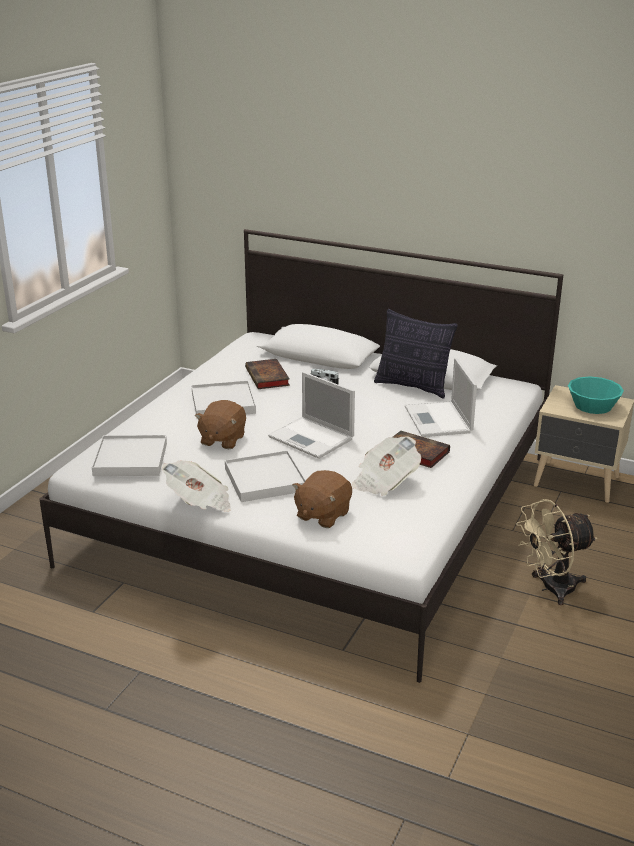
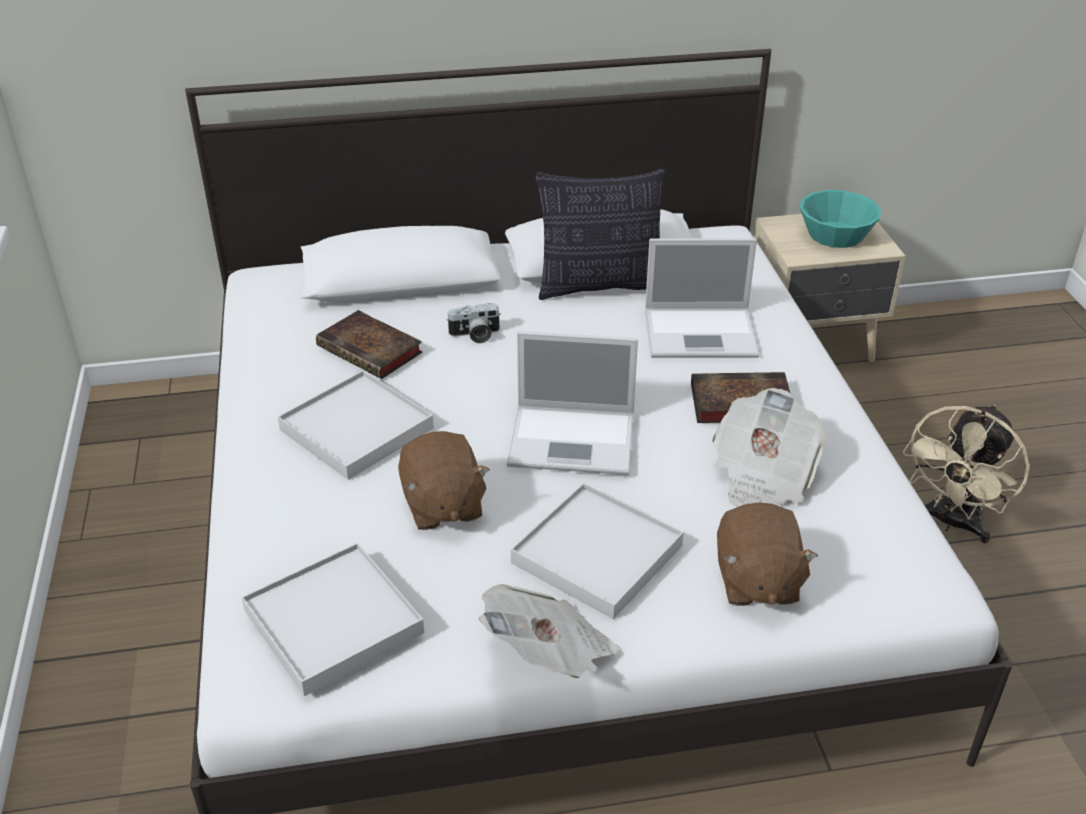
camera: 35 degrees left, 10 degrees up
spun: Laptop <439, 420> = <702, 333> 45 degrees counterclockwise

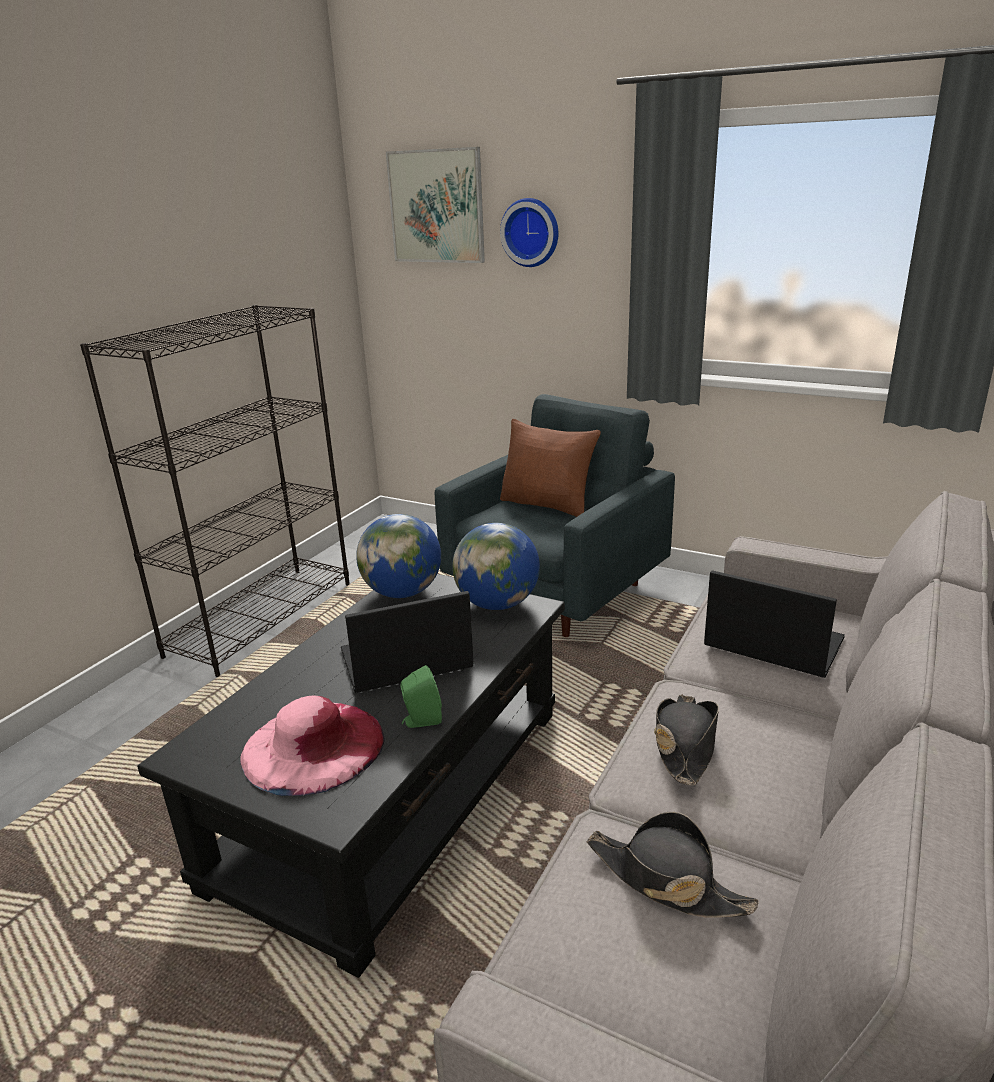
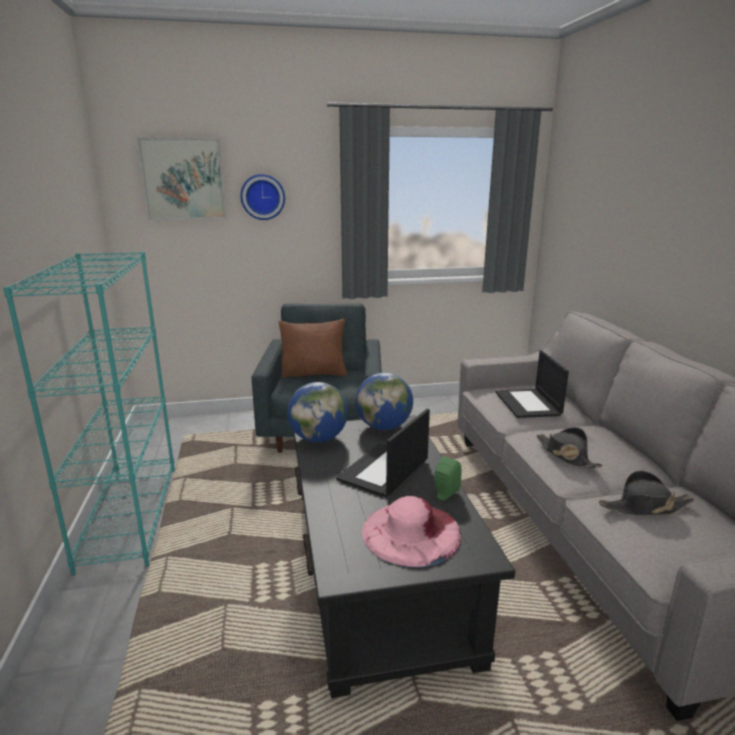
camera: 40 degrees left, 5 degrees down
colour: Bücherregal (schwarz) <262, 617> to Bücherregal (türkis) <130, 514>
spun: Laptop <771, 643> = <528, 404> 90 degrees counterclockwise

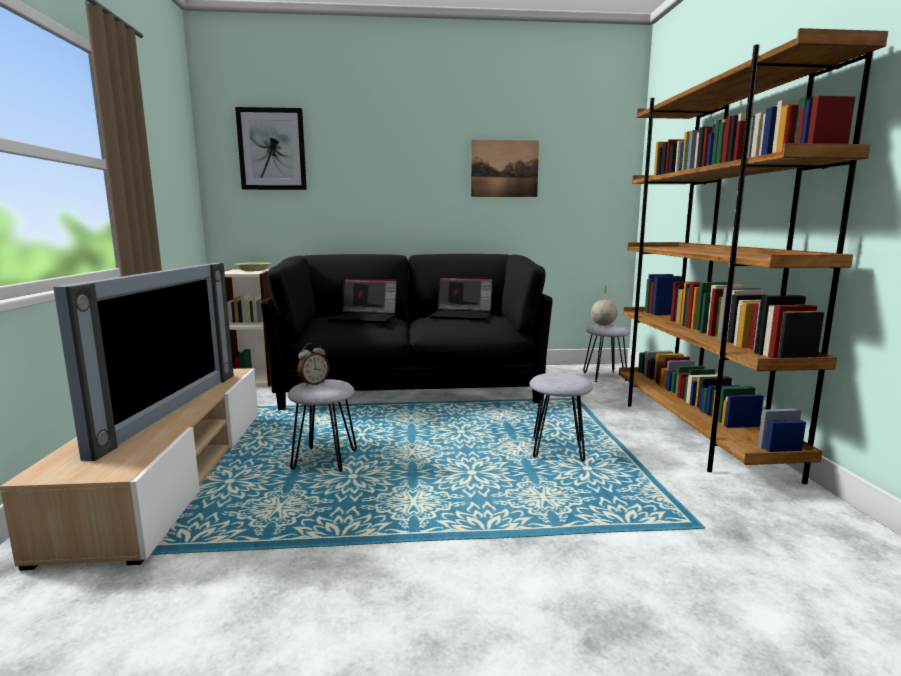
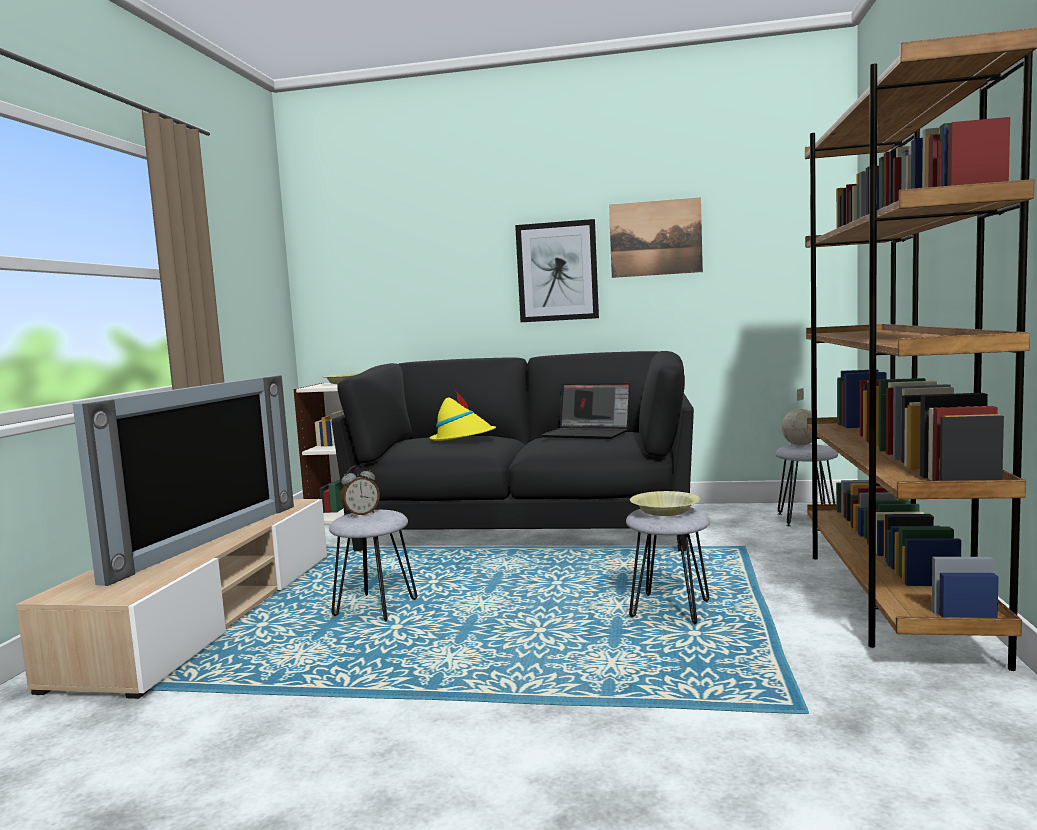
camera: 15 degrees right, 5 degrees down
appeared: Schüssel (gelb) <665, 512>
relocated: Bild <272, 149> to <557, 271>
exchanged: Laptop <365, 318> to Hut (gelb) <463, 438>

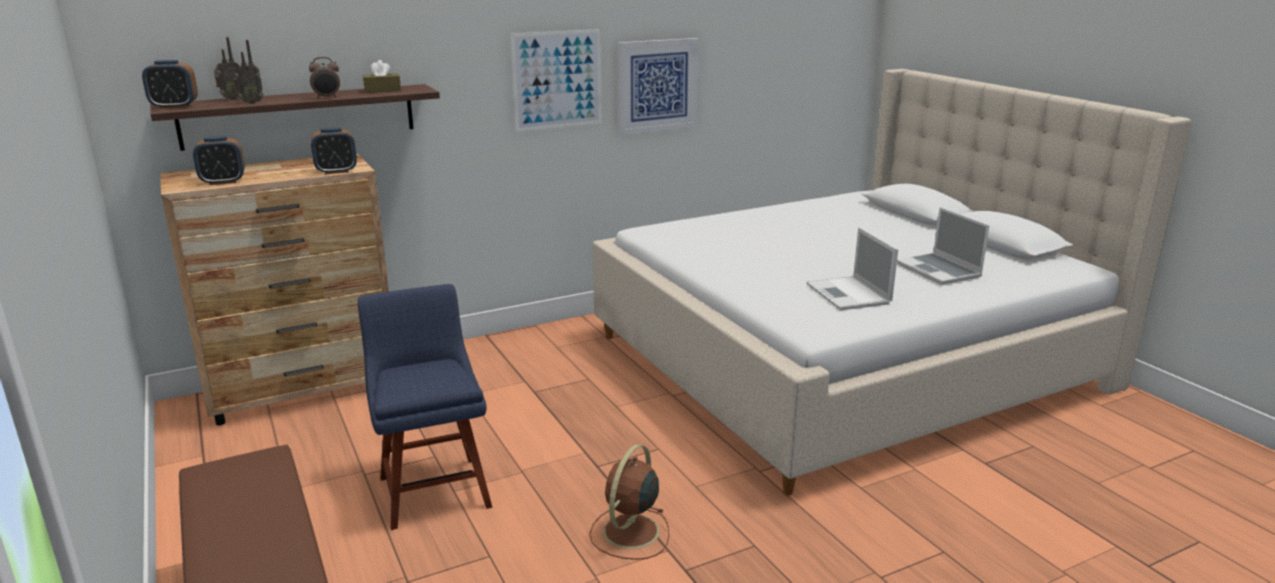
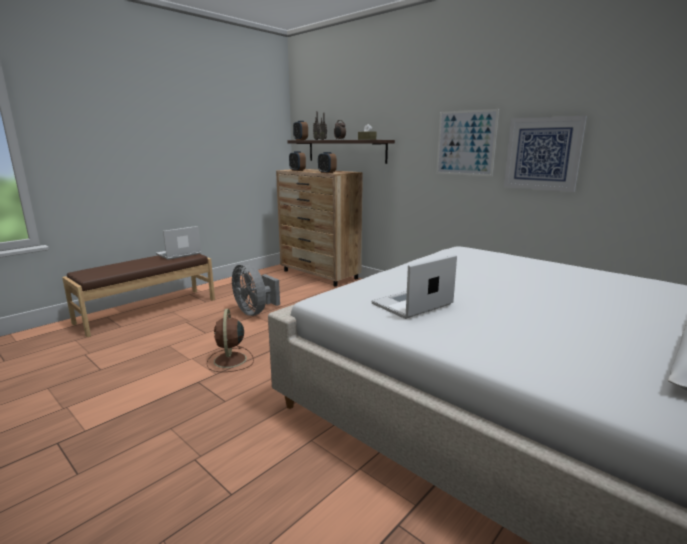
camera: 70 degrees right, 5 degrees down
relocated: Laptop <939, 271> to <178, 254>
exchanged: Stuhl (blau) <433, 488> to Ventilator (grau) <255, 311>
spun: Ventilator (braun) <630, 533> = <230, 361> 105 degrees counterclockwise

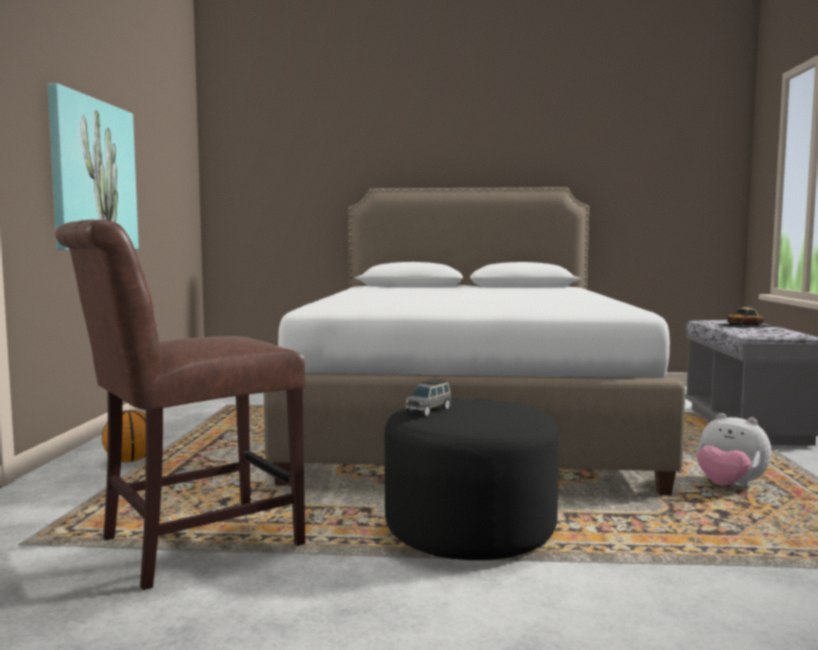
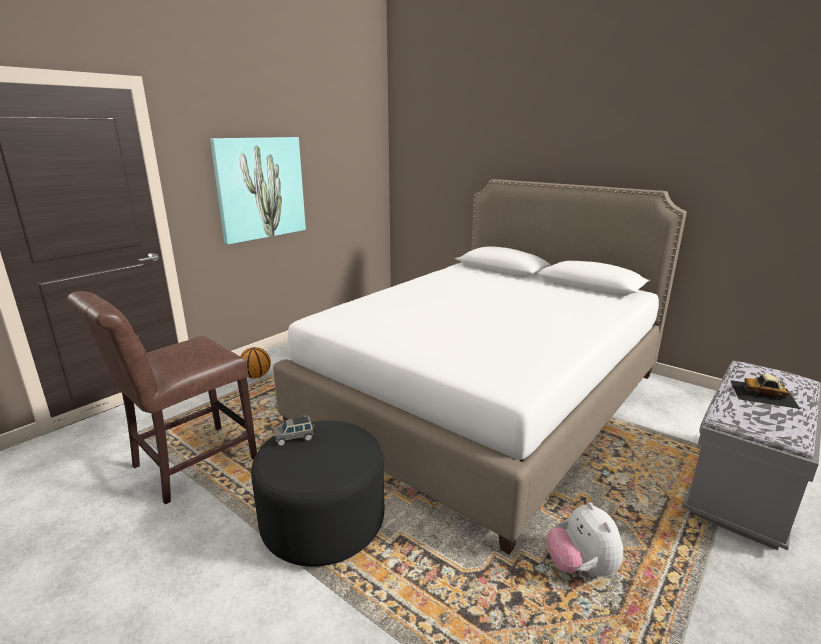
camera: 35 degrees right, 15 degrees up
spun: Stuhl (braun) <190, 544> = <188, 465> 45 degrees counterclockwise

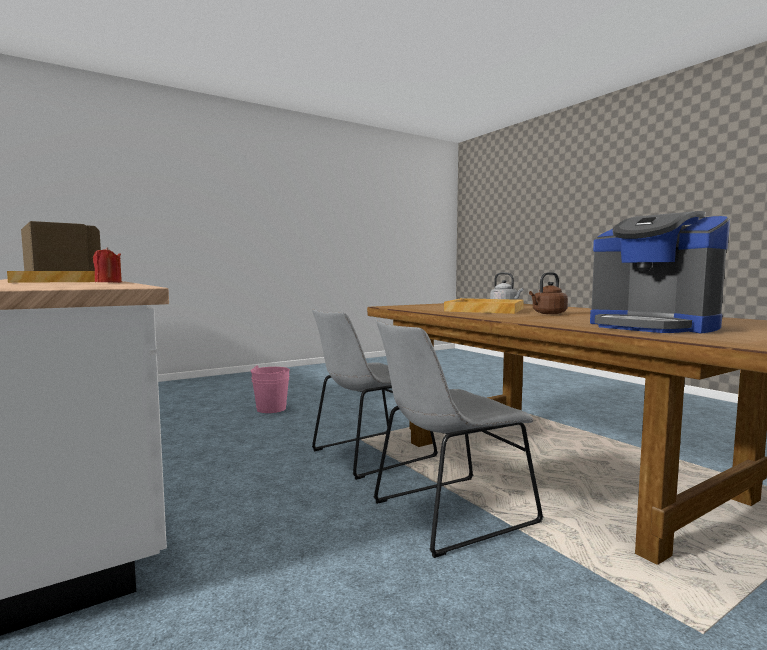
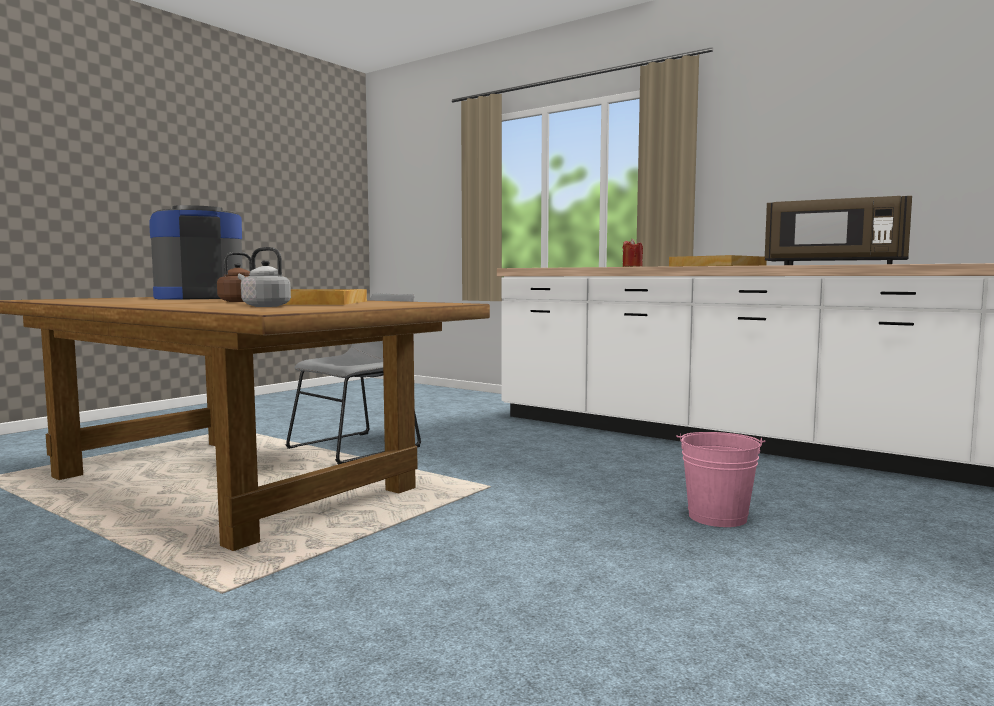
camera: 160 degrees right, 0 degrees up
missing: Stuhl (grau) <368, 455>
spun: Kaffeemaschine <652, 327> = <199, 298> 60 degrees counterclockwise

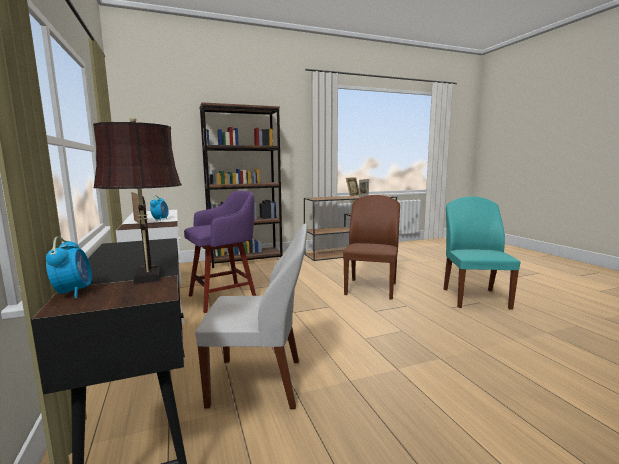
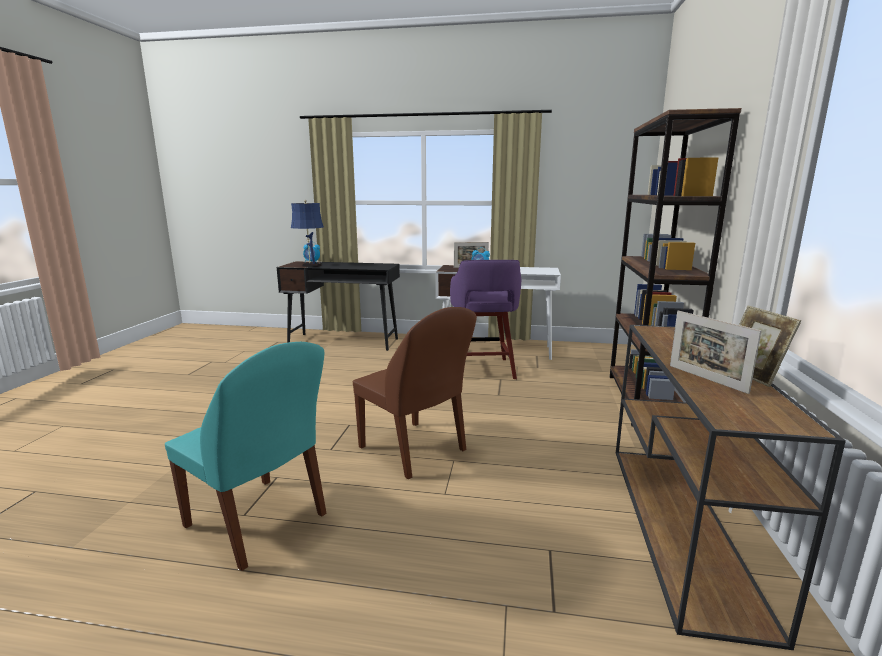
camera: 120 degrees right, 5 degrees up
missing: Stuhl (weiß) <260, 383>
colour: Tischlampe (braun) <148, 277> to Tischlampe (blau) <310, 265>

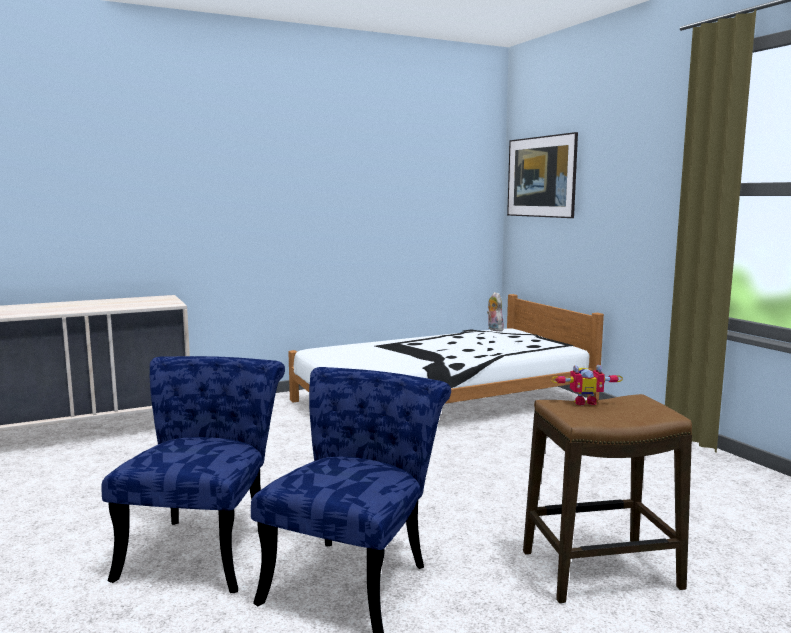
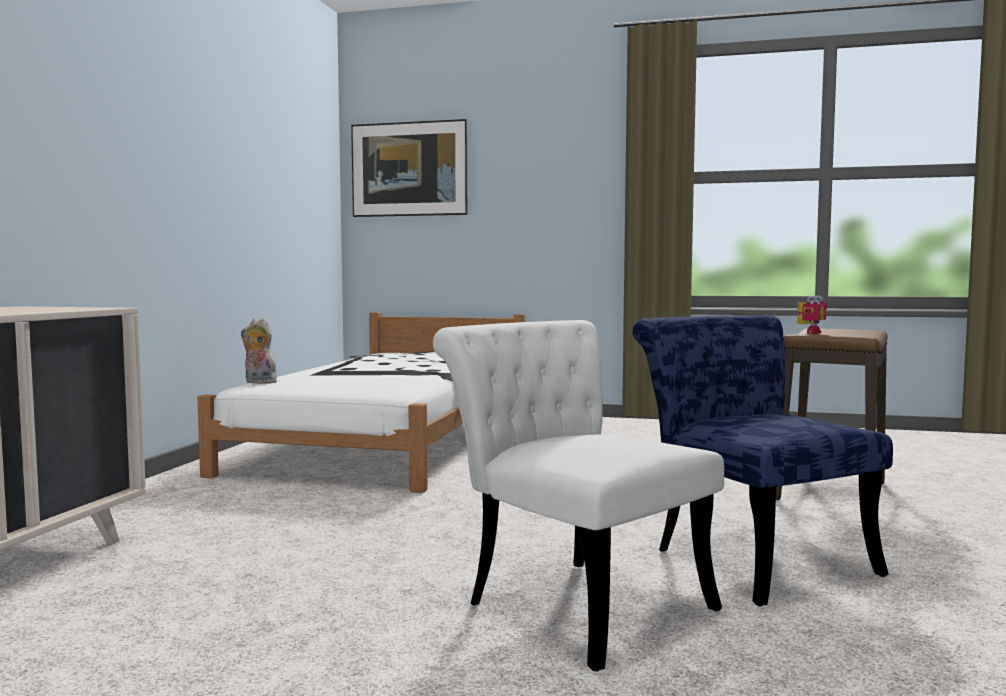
camera: 50 degrees left, 5 degrees down
relocated: Plüschtier <493, 329> to <258, 382>
colour: Stuhl (blau) <205, 547> to Stuhl (weiß) <574, 602>

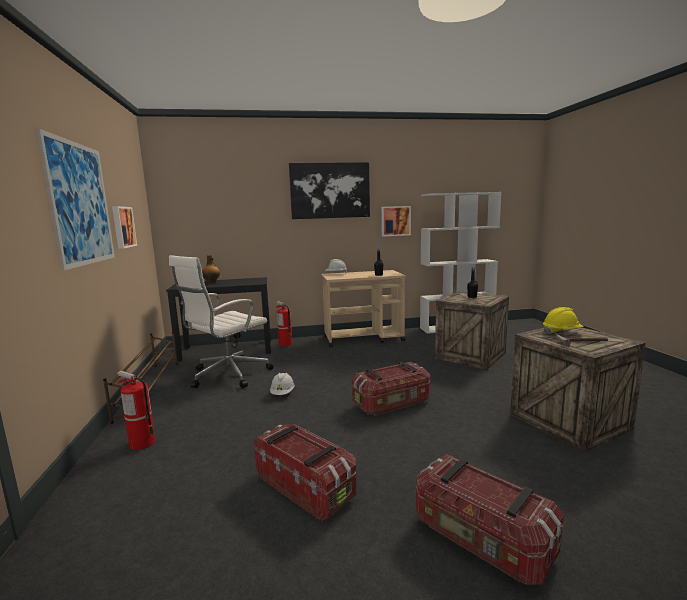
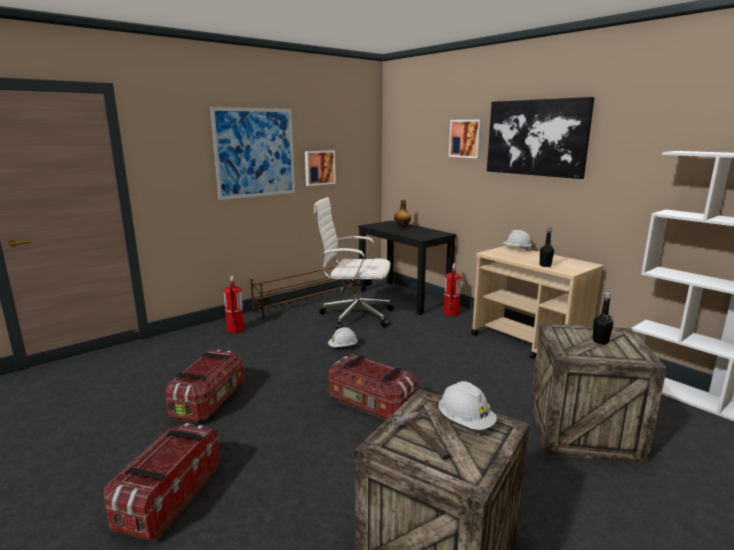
camera: 60 degrees right, 5 degrees up
relocated: Bild <395, 221> to <466, 138>
colour: Schutzhelm (gelb) <561, 332> to Schutzhelm (weiß) <465, 422>

